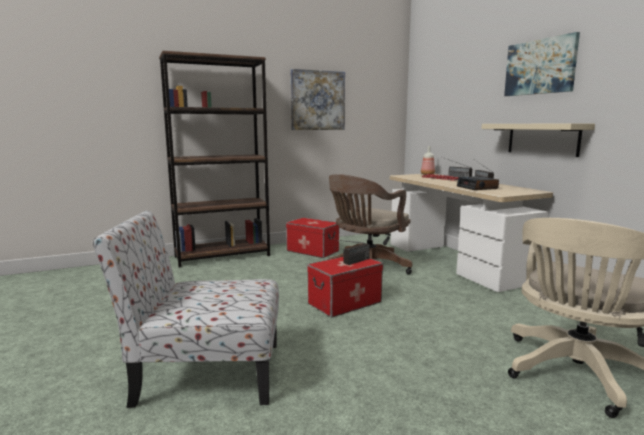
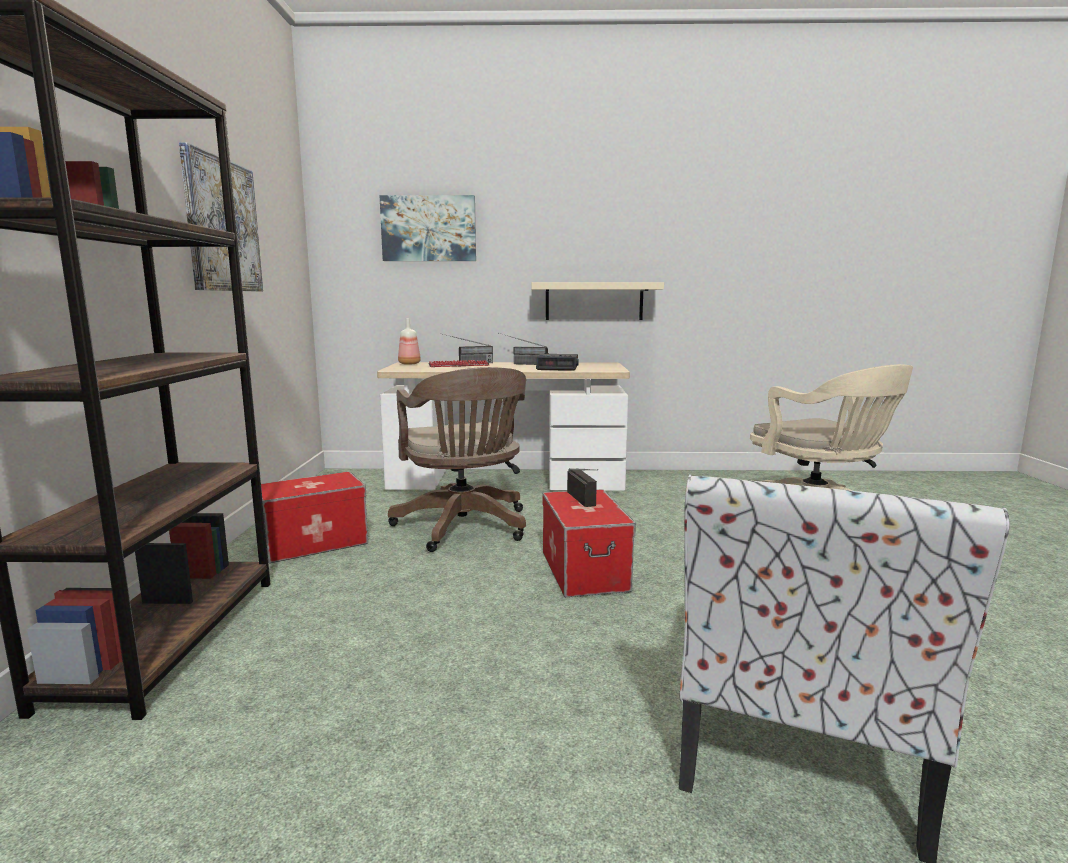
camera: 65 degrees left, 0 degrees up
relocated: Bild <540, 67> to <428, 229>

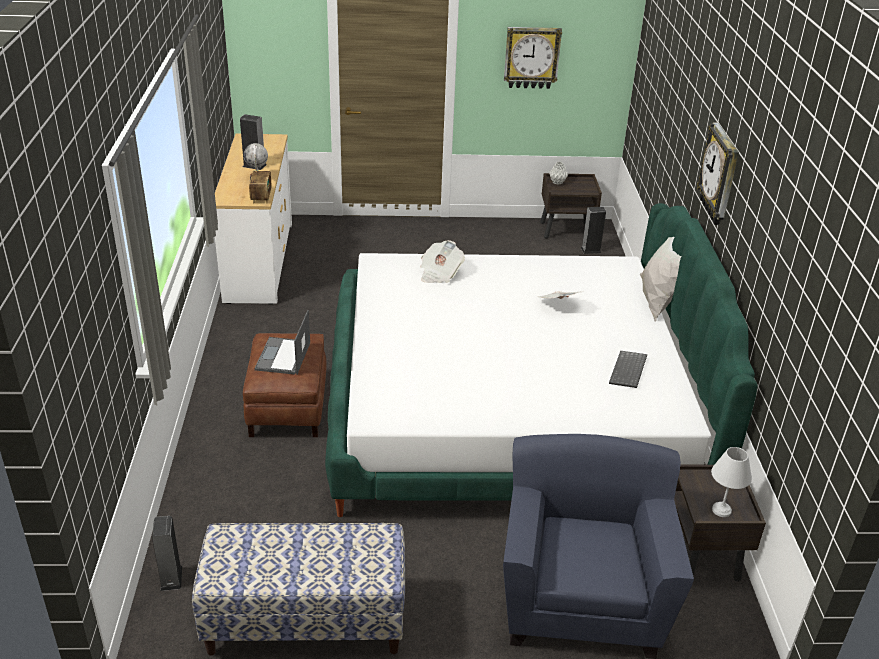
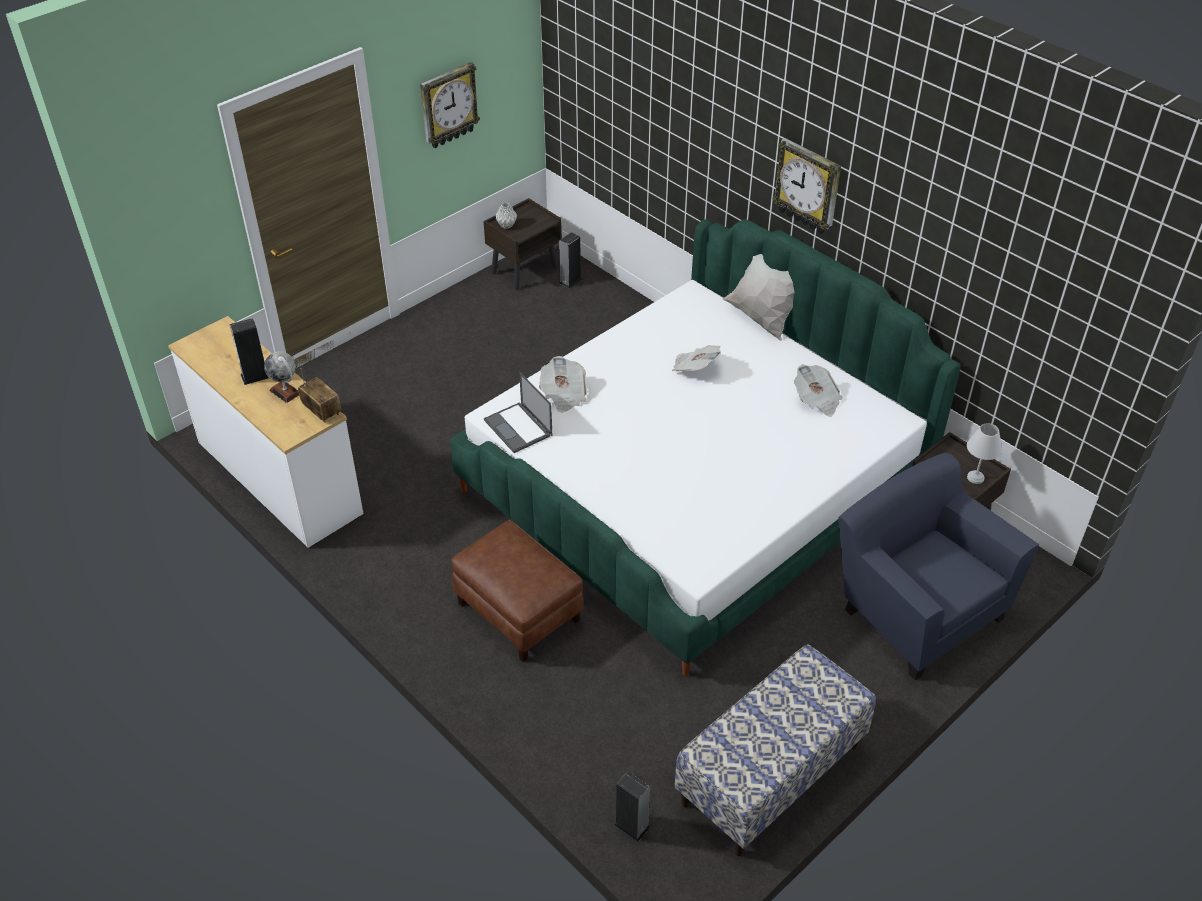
camera: 40 degrees left, 10 degrees up
relocated: Laptop <283, 357> to <519, 428>
exchanged: Tastatur <629, 371> to Zeitung <816, 400>

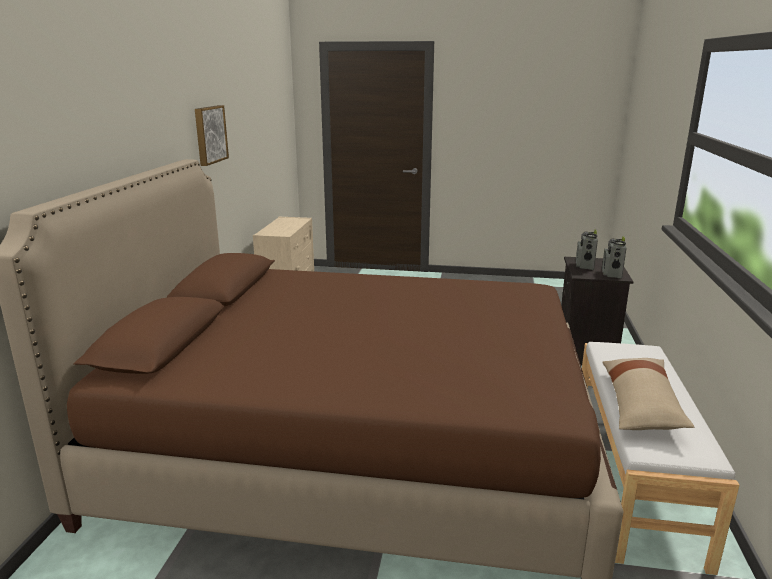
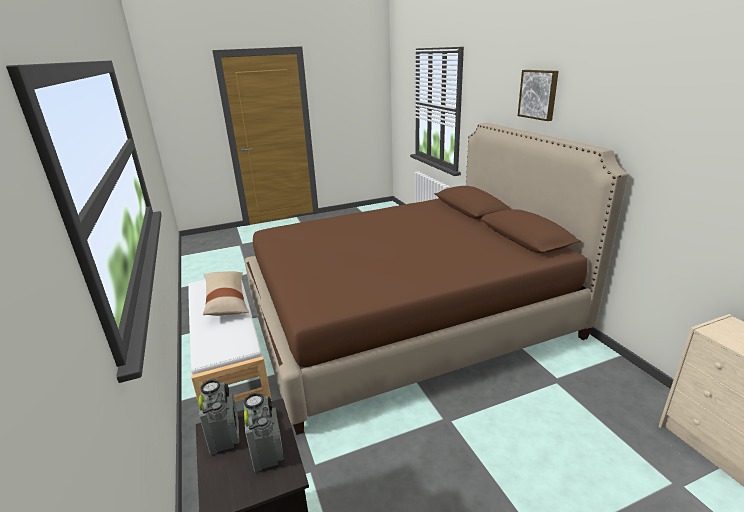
camera: 150 degrees right, 5 degrees up
relocated: Bild <209, 134> to <539, 94>

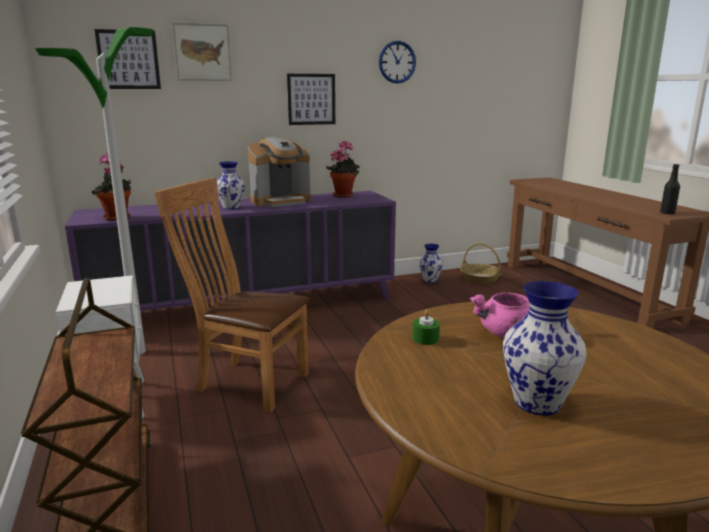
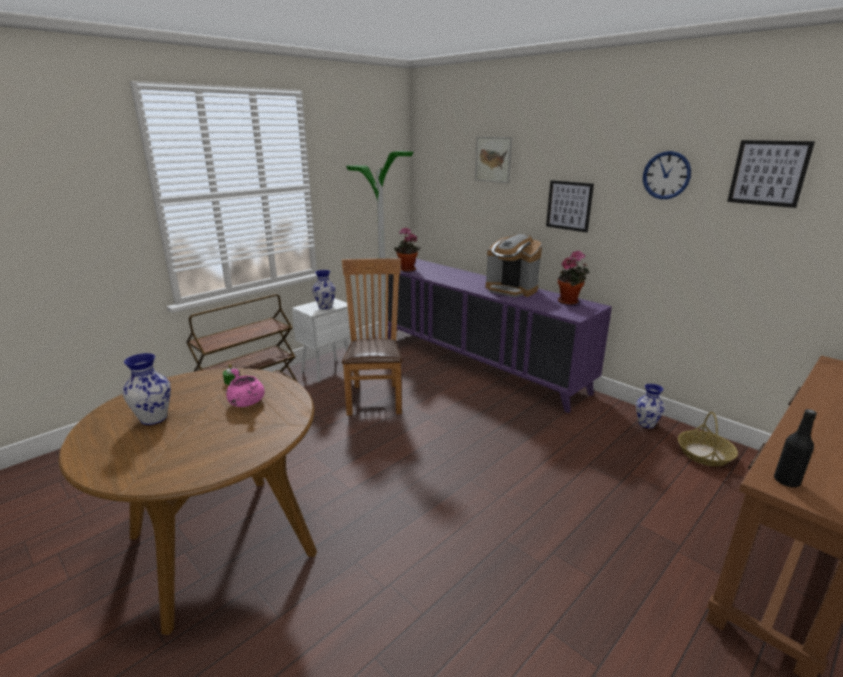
camera: 65 degrees right, 5 degrees up
relocated: Bild <128, 60> to <768, 173>; Vase <231, 207> to <325, 306>

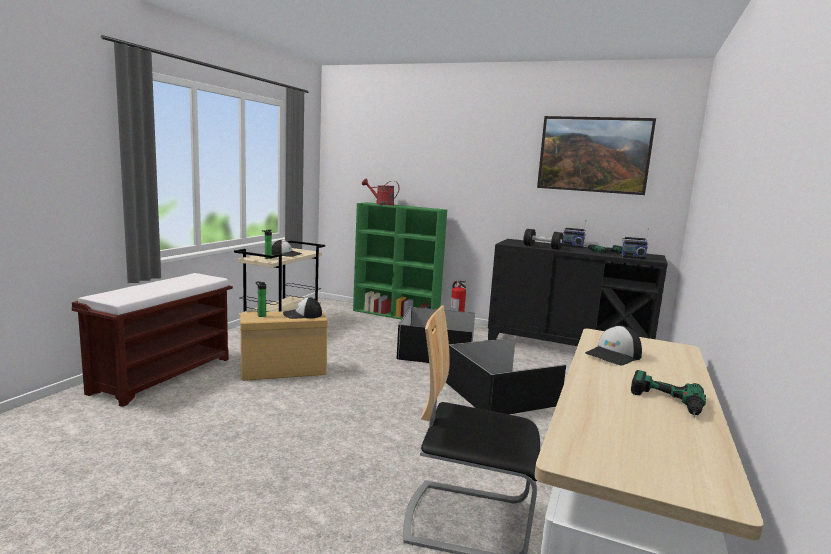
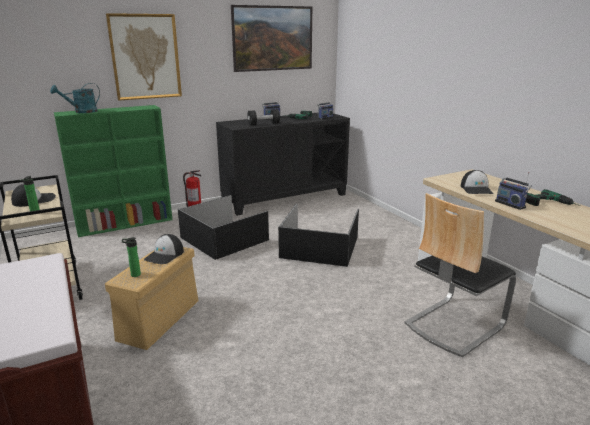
camera: 50 degrees left, 10 degrees up
appeared: Bild <145, 57>; Radio <511, 204>
colour: Gießkanne (rot) <381, 204> to Gießkanne (türkis) <81, 112>

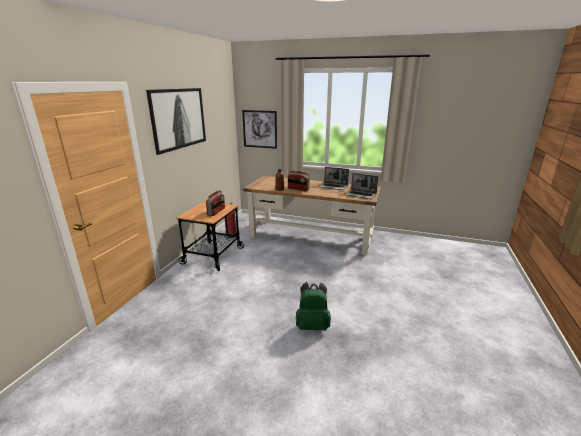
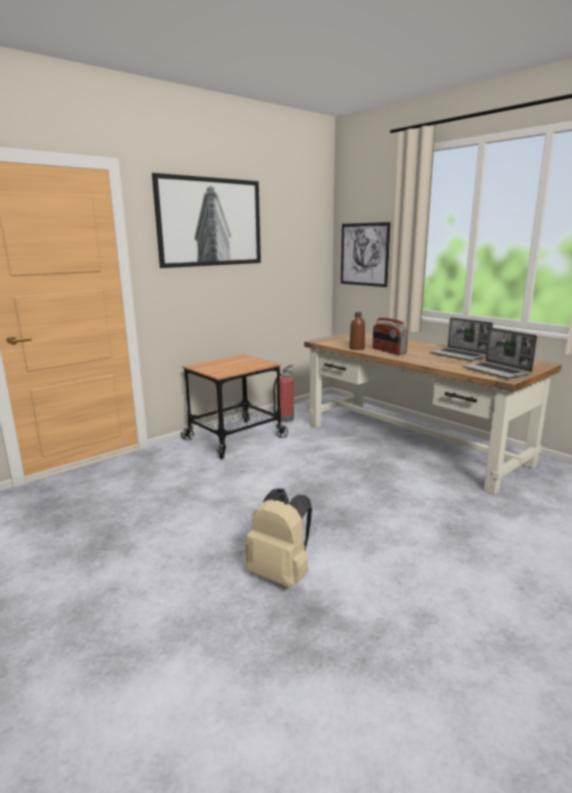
camera: 30 degrees right, 5 degrees down
missing: Radio <216, 212>
colour: Rucksack (grün) <312, 325> to Rucksack (beige) <281, 574>

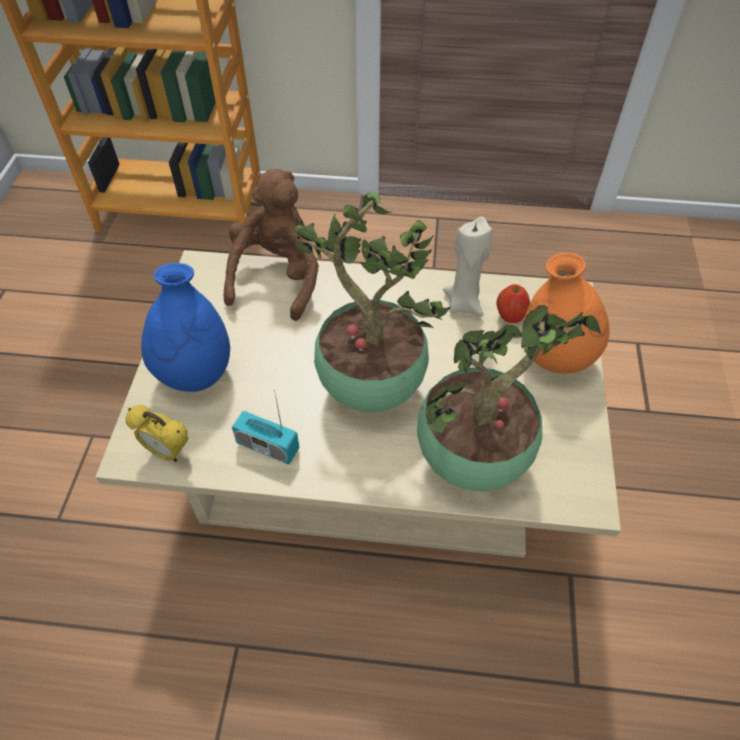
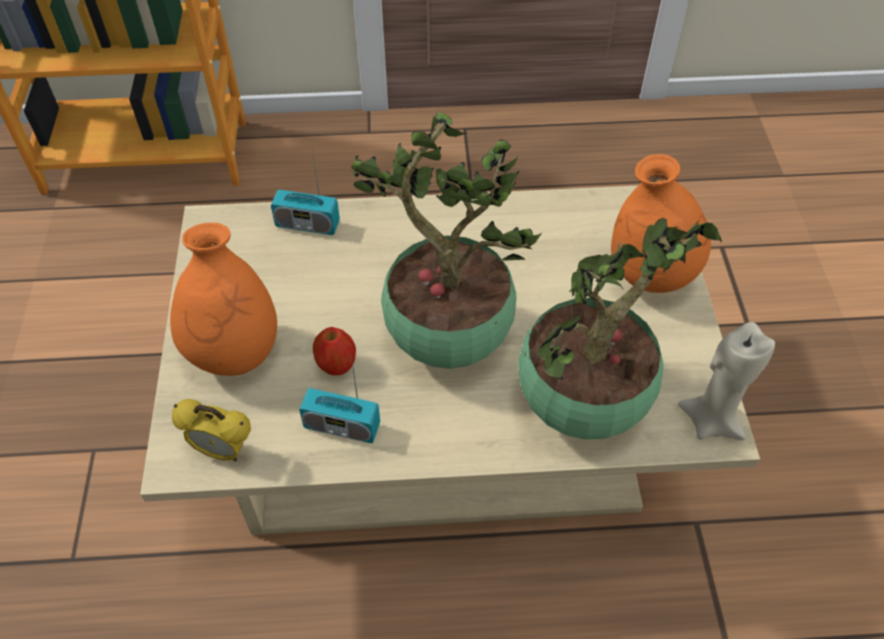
camera: 10 degrees left, 0 degrees up
relocated: Kerze (beige) <464, 303> to <711, 420>; Apfel <510, 316> to <336, 365>
exchanged: Plüschtier (braun) <277, 277> to Radio <307, 224>
colour: Vase (blau) <196, 373> to Vase (orange) <235, 352>

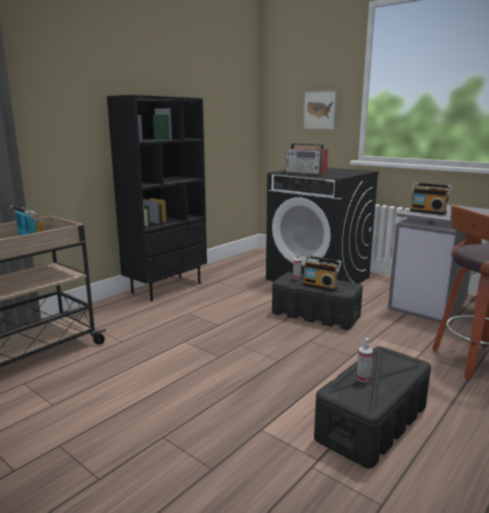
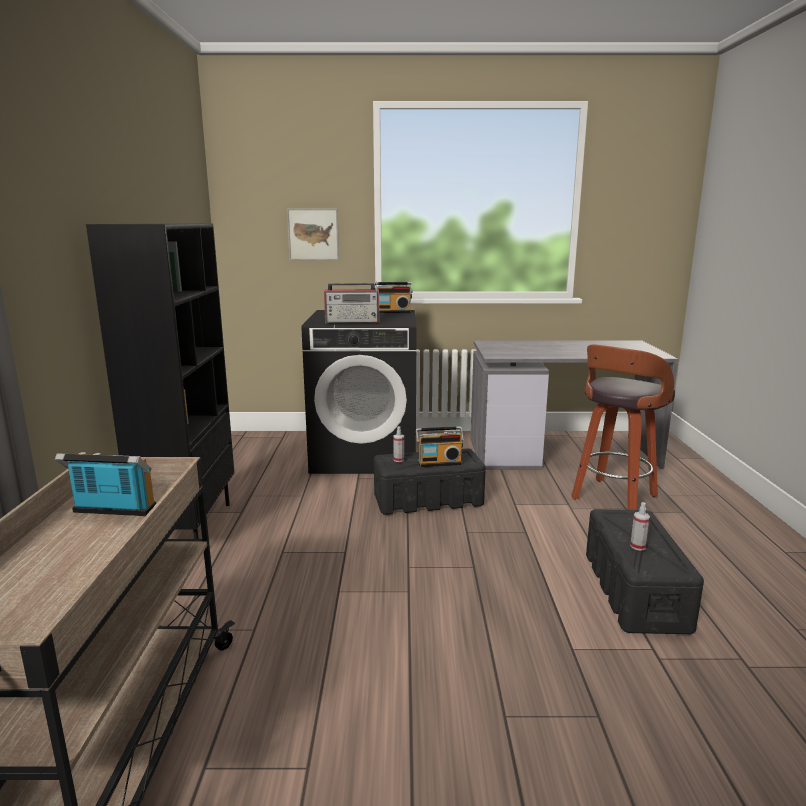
camera: 40 degrees left, 0 degrees up
relocated: Radio <428, 212> to <393, 311>

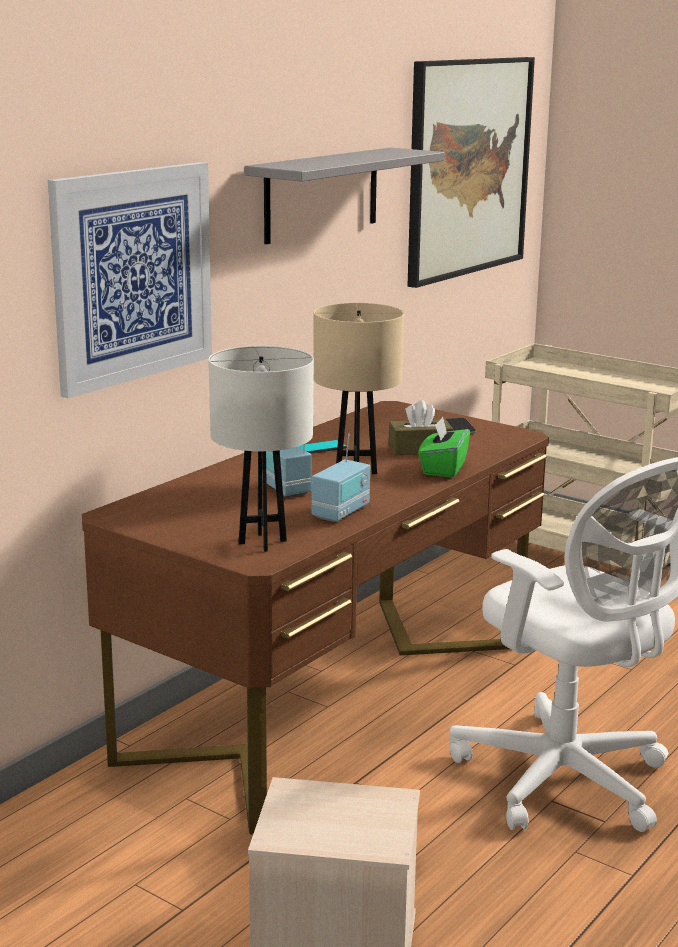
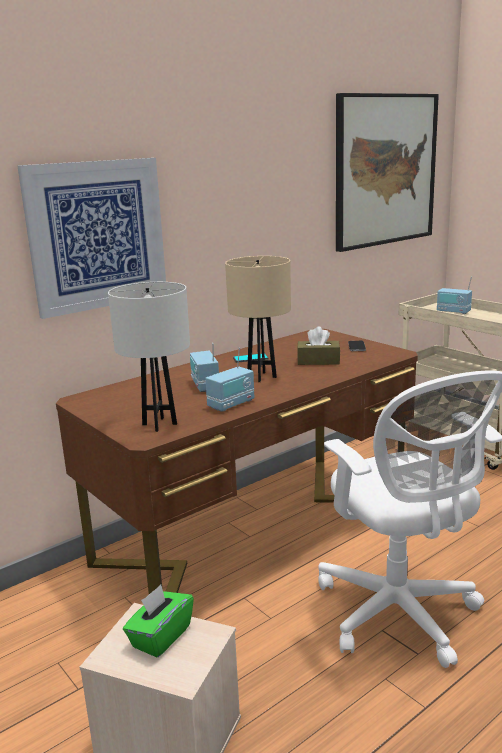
camera: 15 degrees right, 0 degrees up
missing: Wandregal (grau) <322, 194>
appeared: Radio <453, 312>
relocated: Taschentuchbox (grün) <443, 468> to <160, 636>

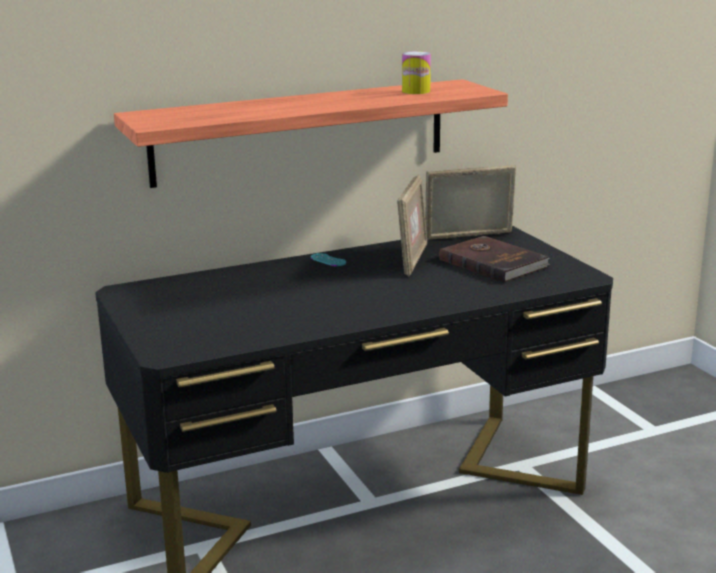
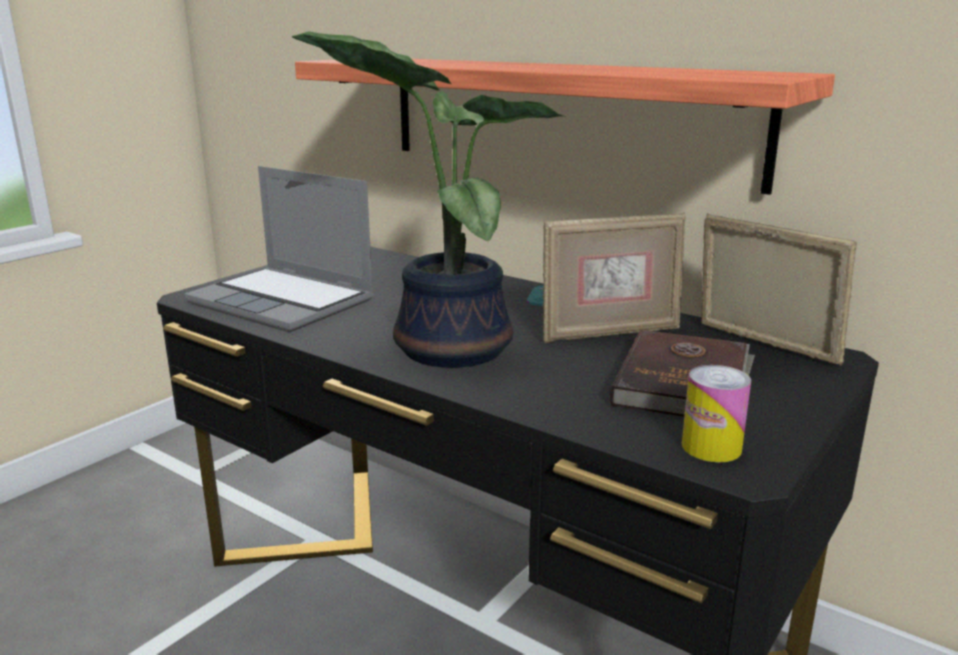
camera: 60 degrees right, 0 degrees up
appeared: Topfpflanze <446, 347>; Laptop <284, 302>
relocated: Dose <416, 91> to <711, 447>

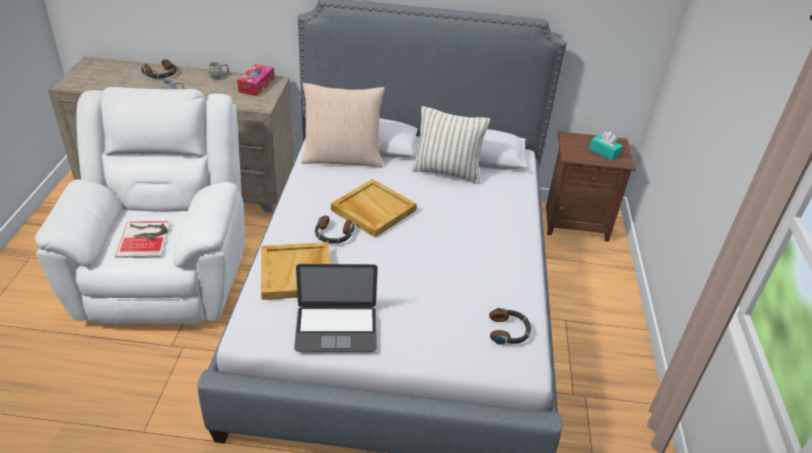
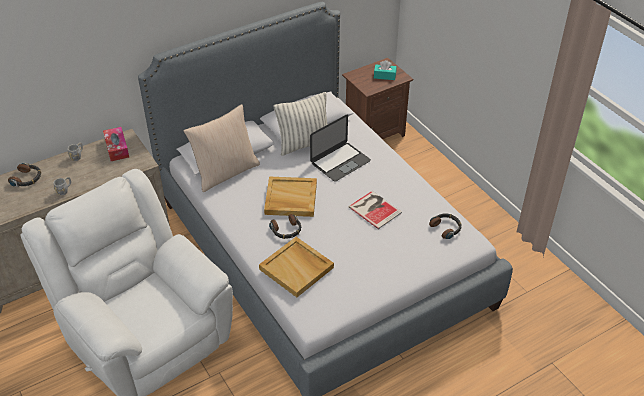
camera: 35 degrees left, 5 degrees up
relocated: Buch <145, 238> to <375, 209>; Laptop <336, 328> to <340, 161>

